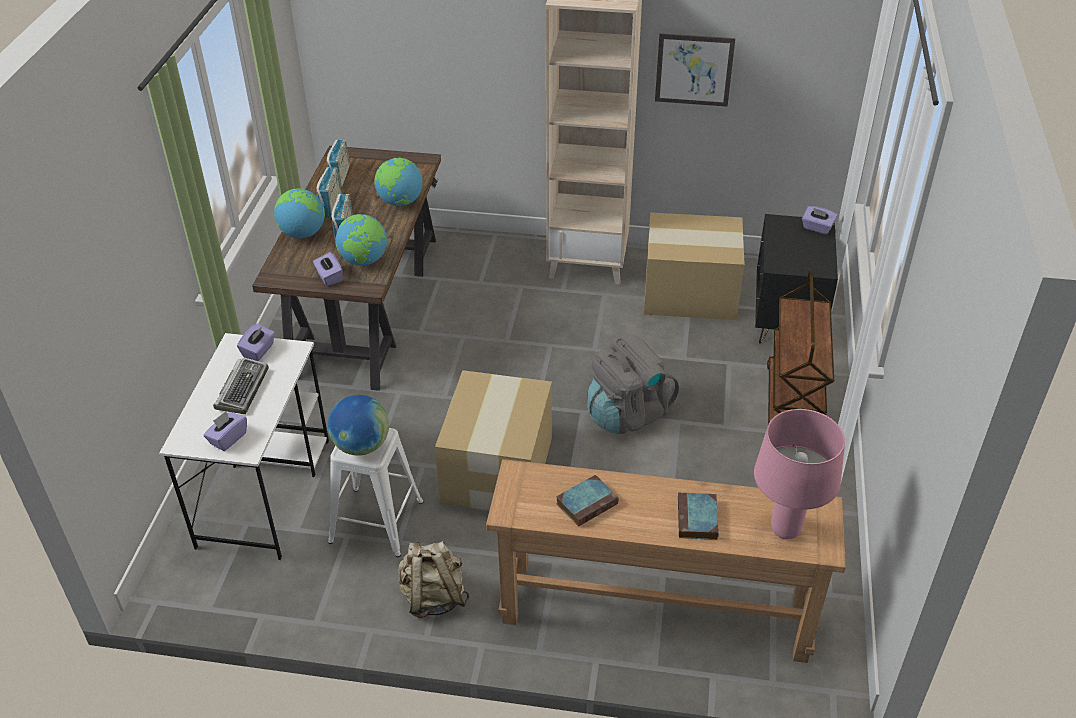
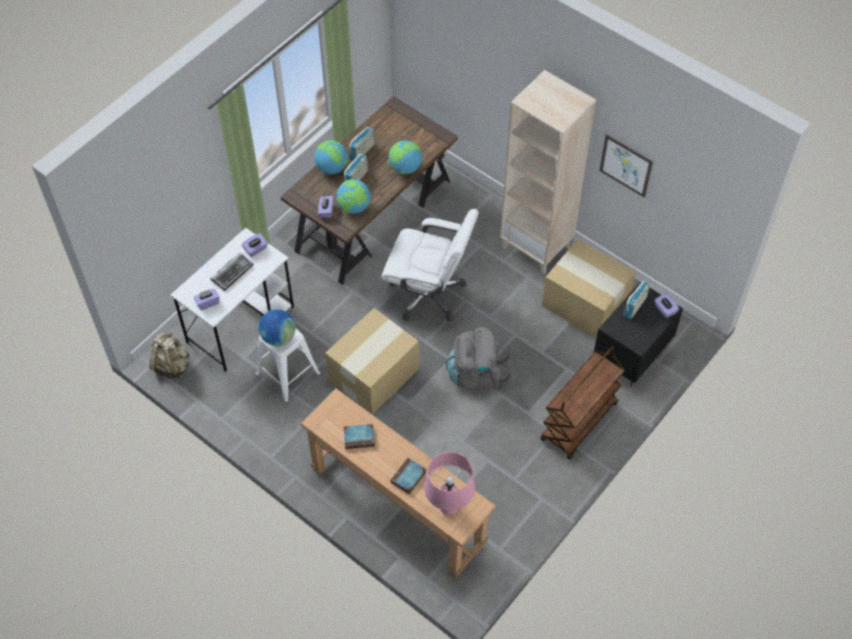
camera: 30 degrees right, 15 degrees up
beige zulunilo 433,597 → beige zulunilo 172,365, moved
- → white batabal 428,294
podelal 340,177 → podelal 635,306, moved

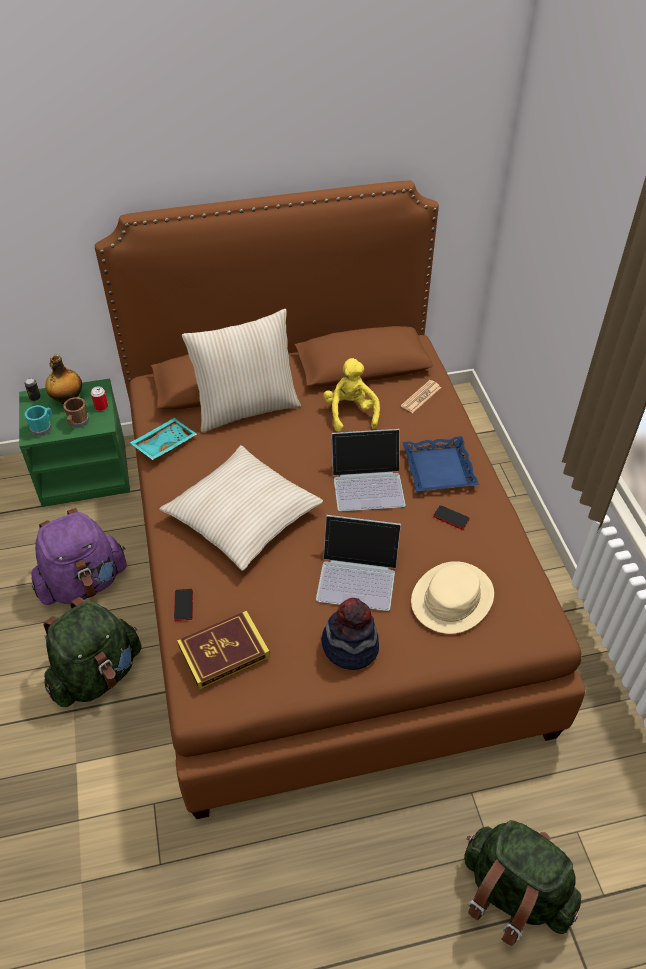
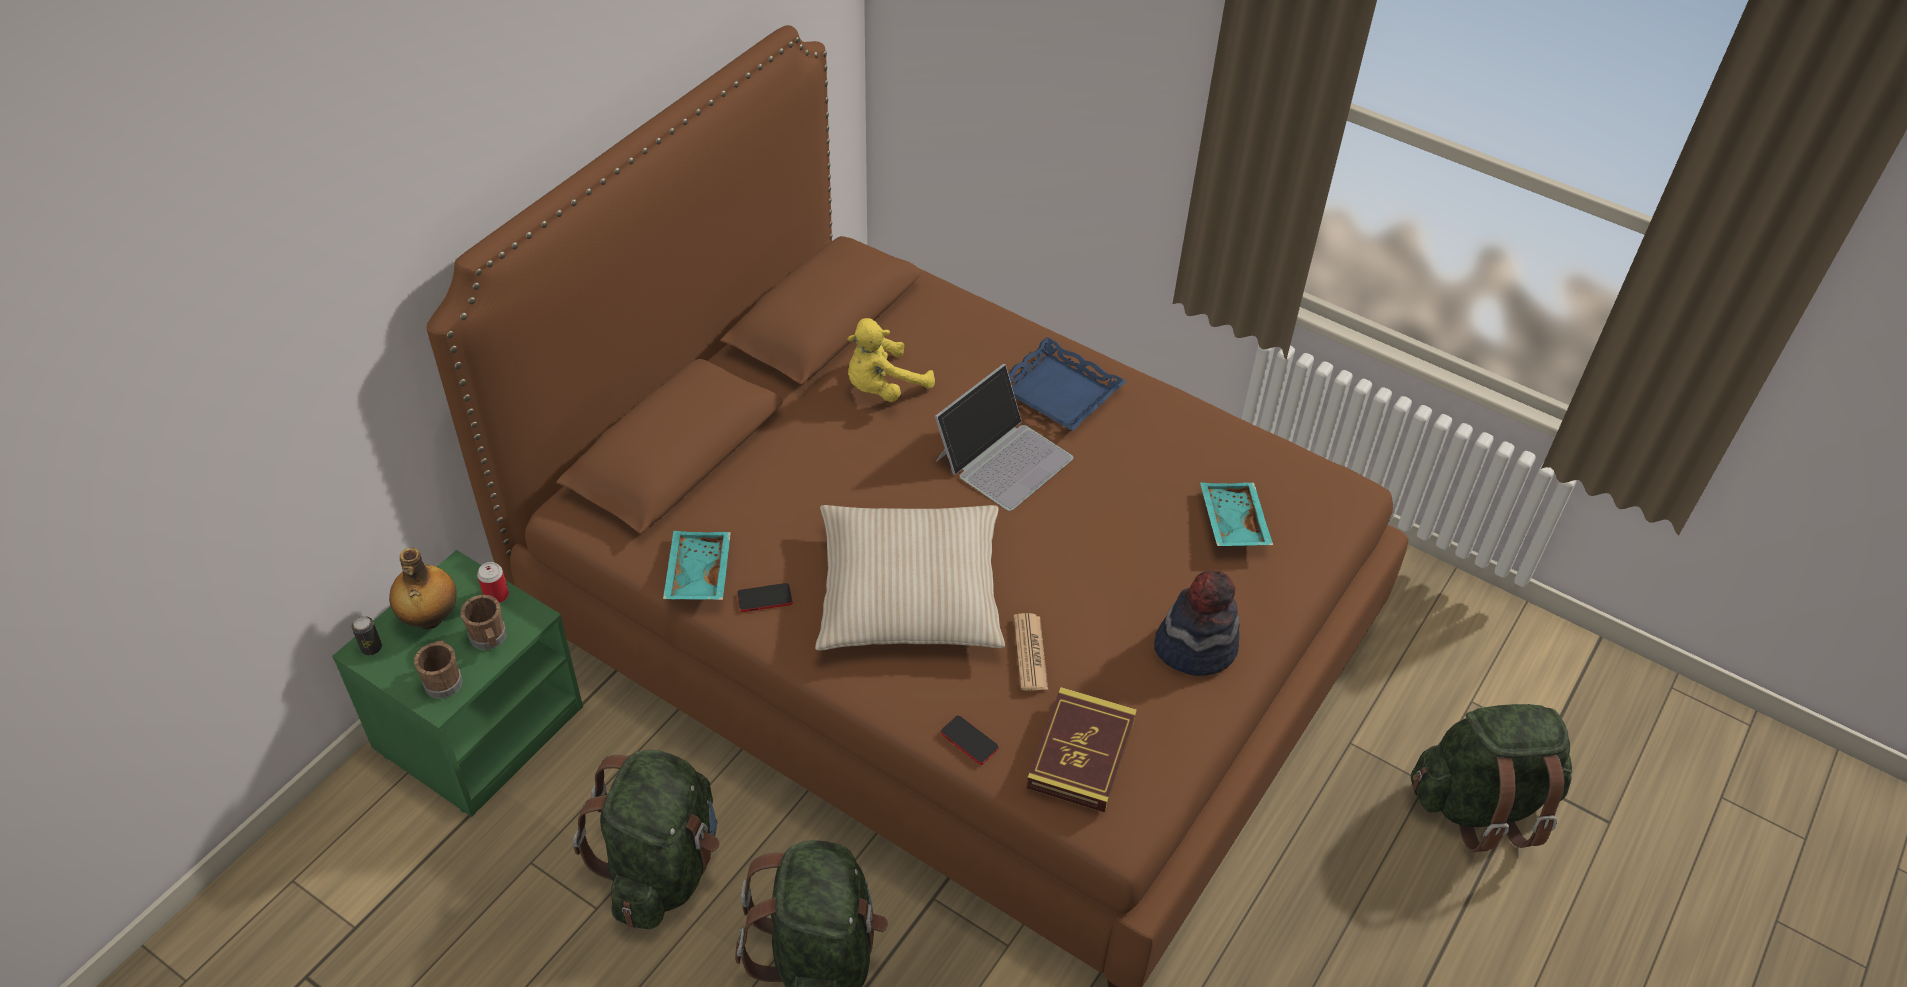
camera: 45 degrees left, 0 degrees up
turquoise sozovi 43,428 → brown sozovi 444,679
purple zulunilo 84,583 → green zulunilo 662,866
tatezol 451,518 → tatezol 764,598, moved
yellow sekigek 351,412 → yellow sekigek 883,387, 75 degrees counterclockwise
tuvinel 421,397 → tuvinel 1030,653, moved
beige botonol 452,598 → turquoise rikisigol 1231,523
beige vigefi 246,408 → -
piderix 358,575 → -

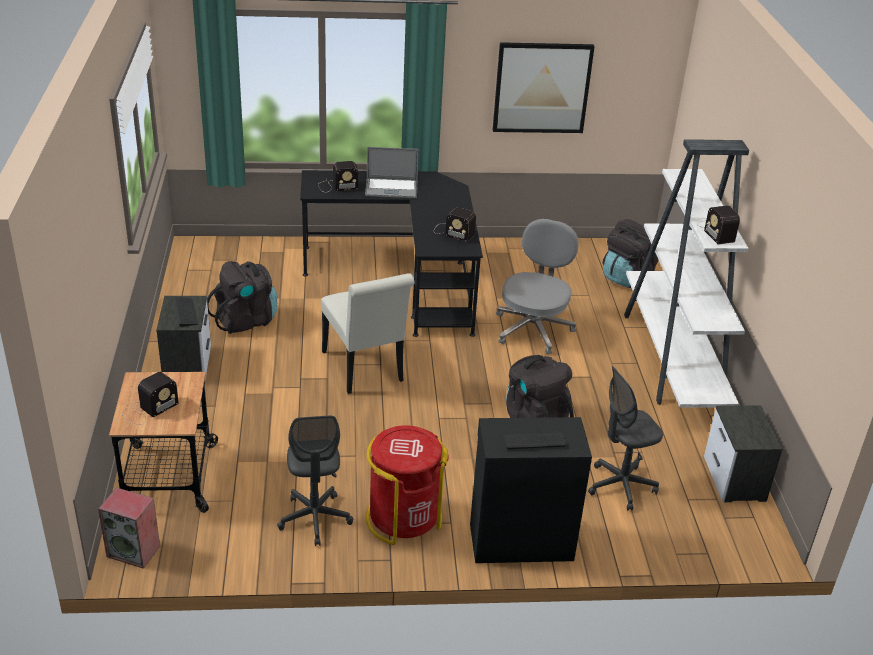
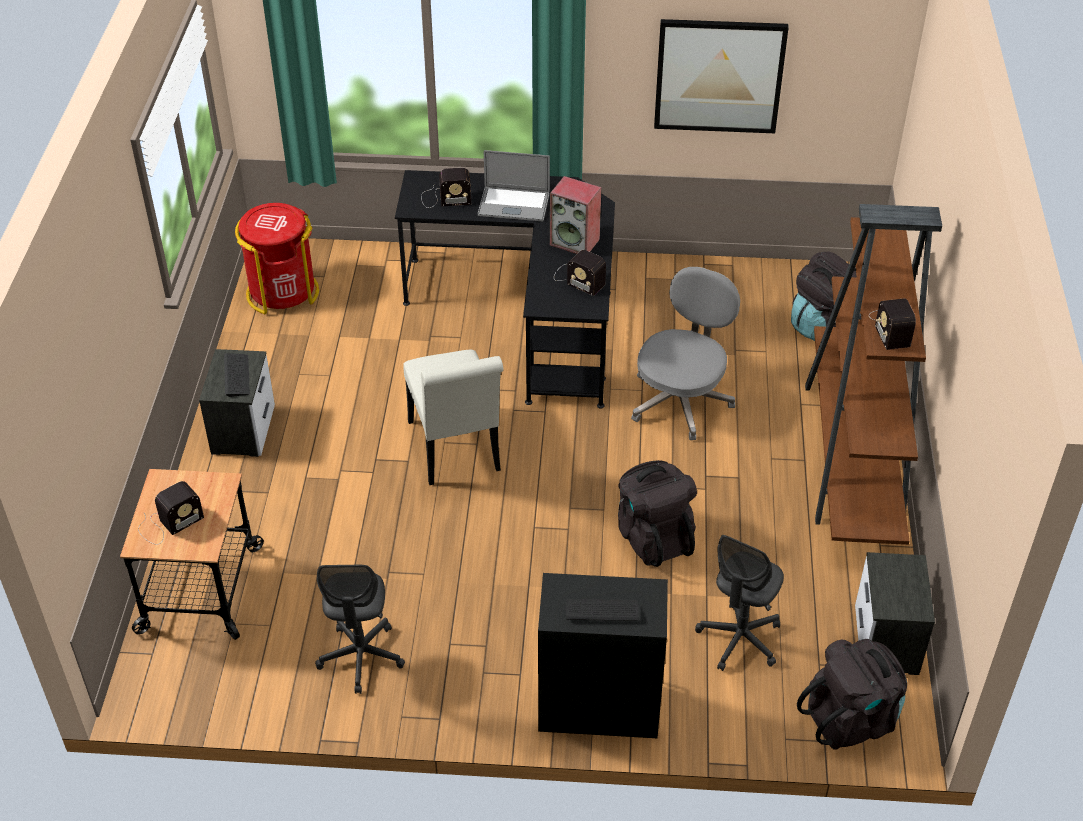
camera: 10 degrees right, 10 degrees up
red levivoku 403,518 → red levivoku 282,292, moved
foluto 134,551 → foluto 575,242, moved
grey batabal 621,486 → grey batabal 739,639, 45 degrees counterclockwise
black zulunilo 246,320 → black zulunilo 851,719, moved
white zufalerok 673,359 → brown zufalerok 853,456

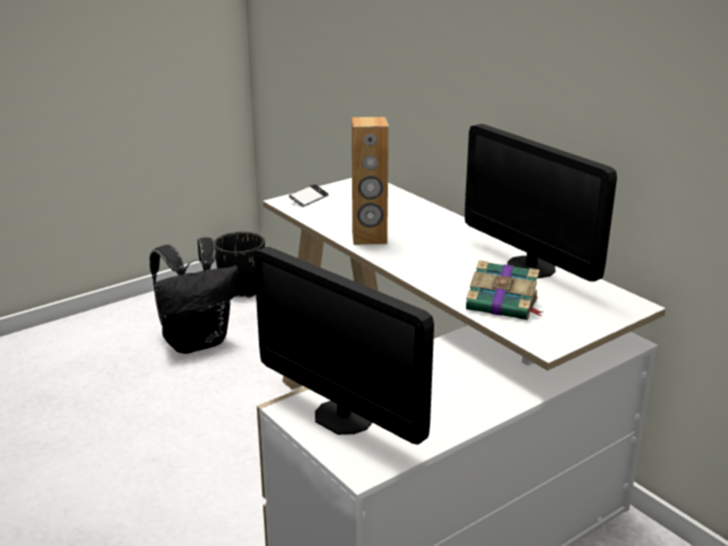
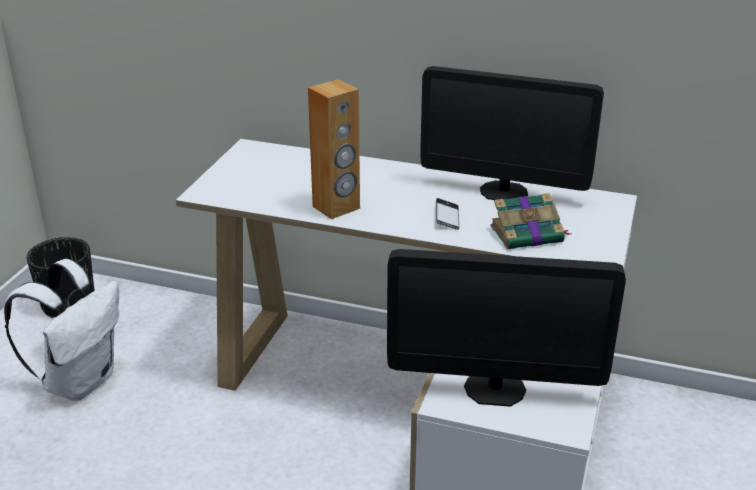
camera: 35 degrees left, 5 degrees up
black zulunilo 197,341 → white zulunilo 80,381
tatezol 308,199 → tatezol 447,218, moved

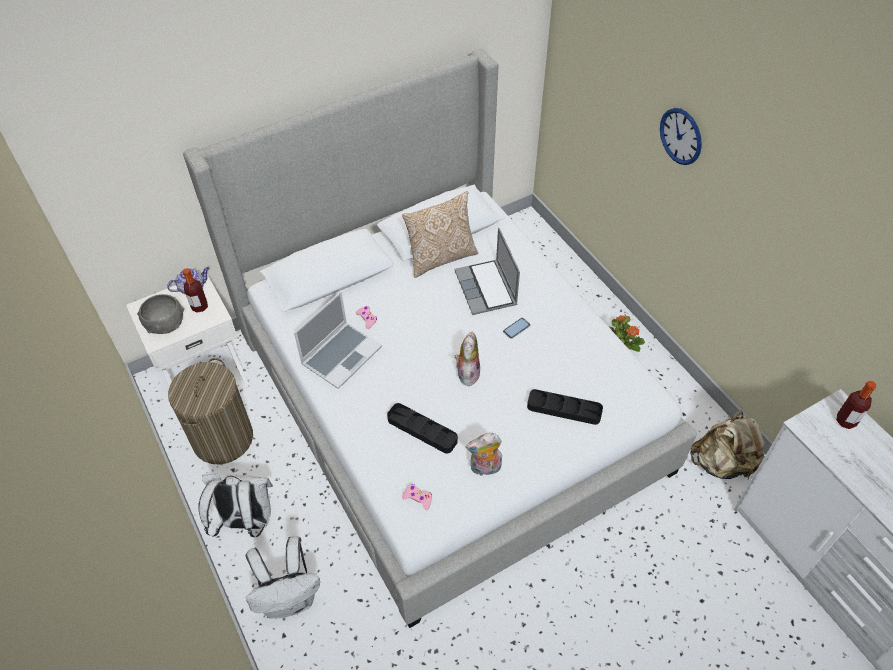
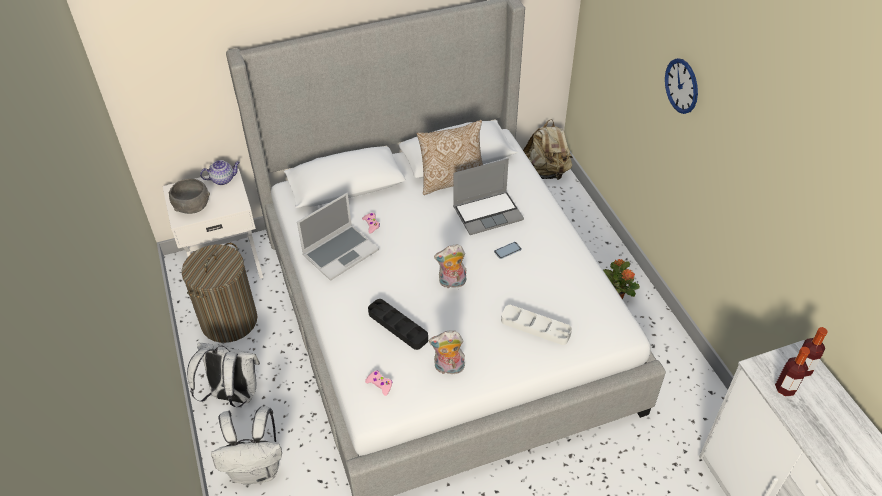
camera: 10 degrees right, 5 degrees down
sekigek 467,373 → sekigek 452,283, 120 degrees counterclockwise
piderix 487,289 → piderix 488,213, 105 degrees counterclockwise
black rikisigol 564,409 → white rikisigol 535,327
beige zulunilo 722,463 → beige zulunilo 545,172, moved
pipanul 199,306 → pipanul 785,388, moved

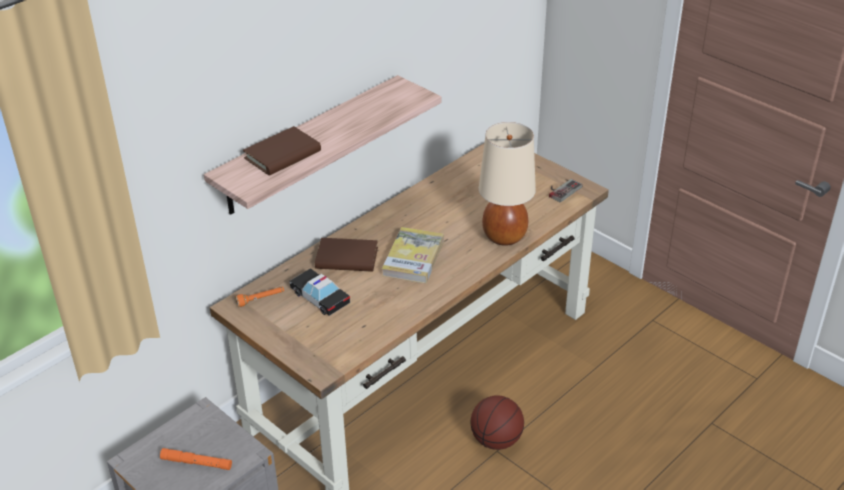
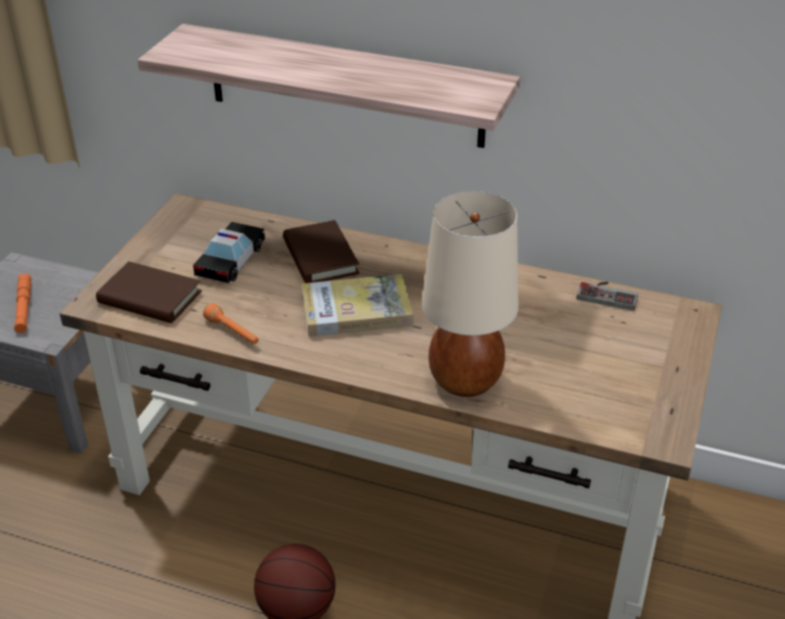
camera: 65 degrees right, 0 degrees up
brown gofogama 282,155 → brown gofogama 149,297, moved
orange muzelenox 260,299 → orange muzelenox 233,332, moved
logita 562,190 → logita 608,294, moved

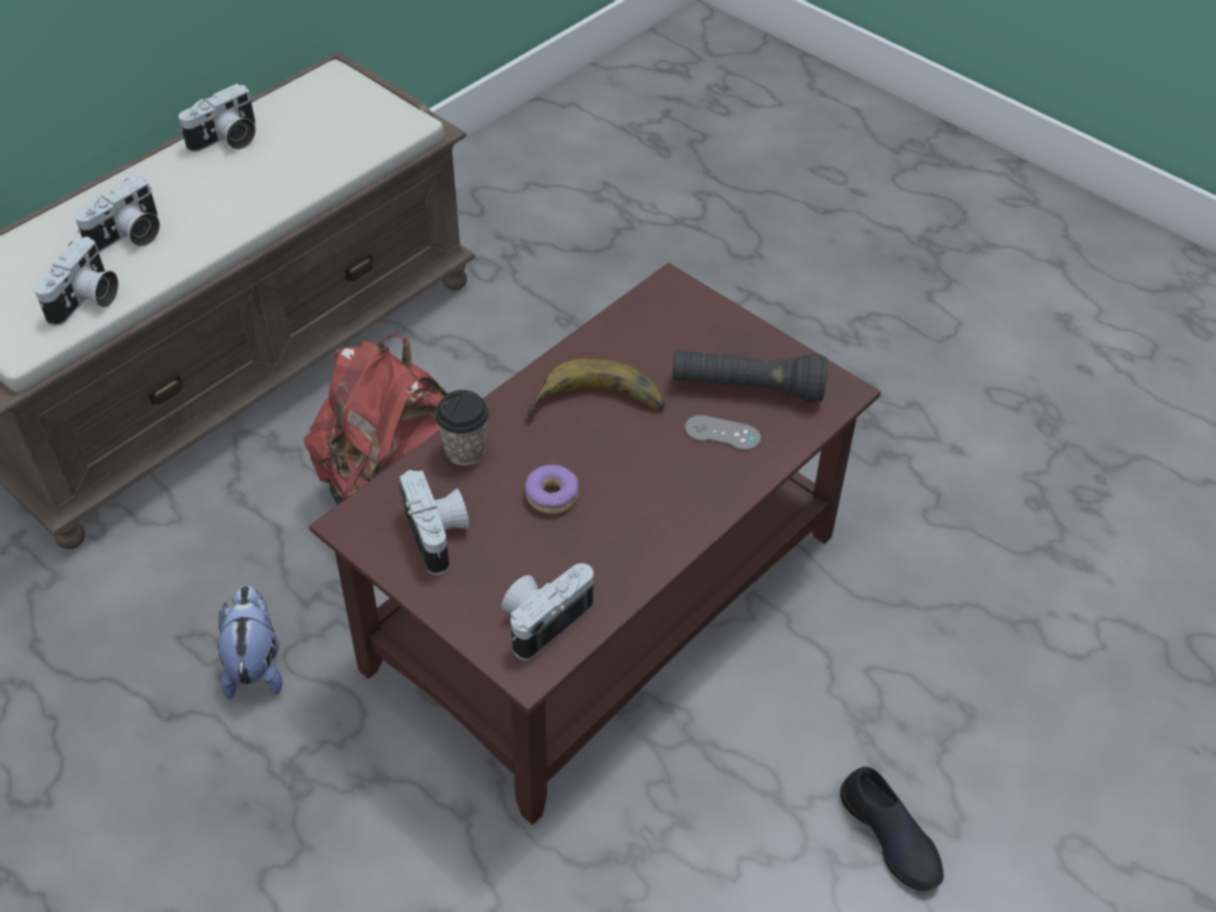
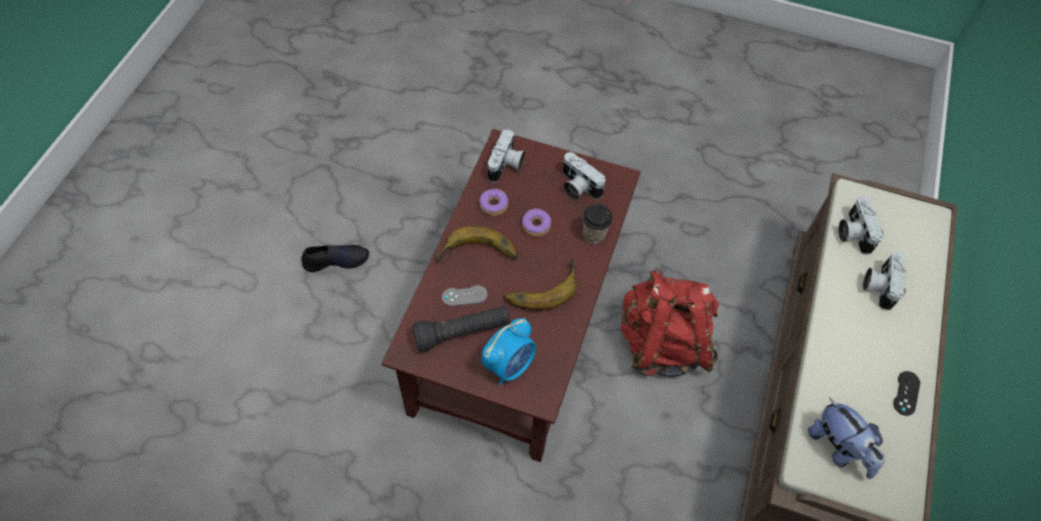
camera: 155 degrees right, 10 degrees up
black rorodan 891,835 → black rorodan 336,260, 135 degrees clockwise
- → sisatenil 478,256
- → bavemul 493,205
- → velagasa 509,365
sekigek 256,664 → sekigek 839,448, moved
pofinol 227,140 → black logita 906,393

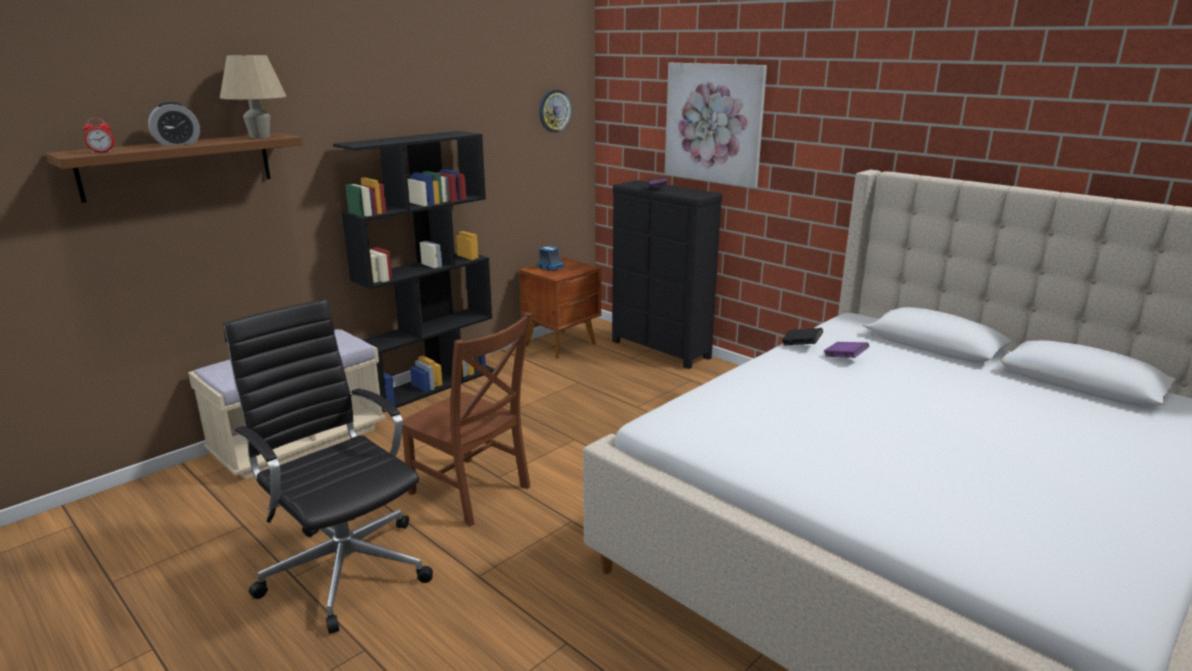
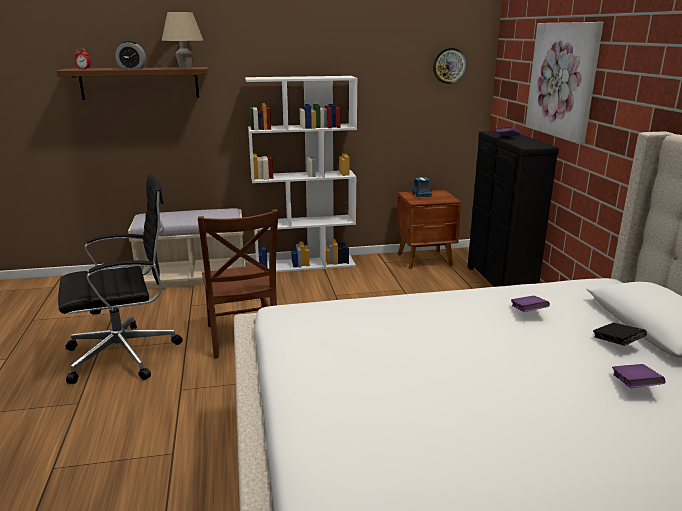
camera: 35 degrees right, 0 degrees up
black batabal 345,567 → black batabal 126,354, 75 degrees clockwise
black zufalerok 433,384 → white zufalerok 306,264
black gofogama 801,345 → black gofogama 617,343, moved
- → purple gofogama 634,386

